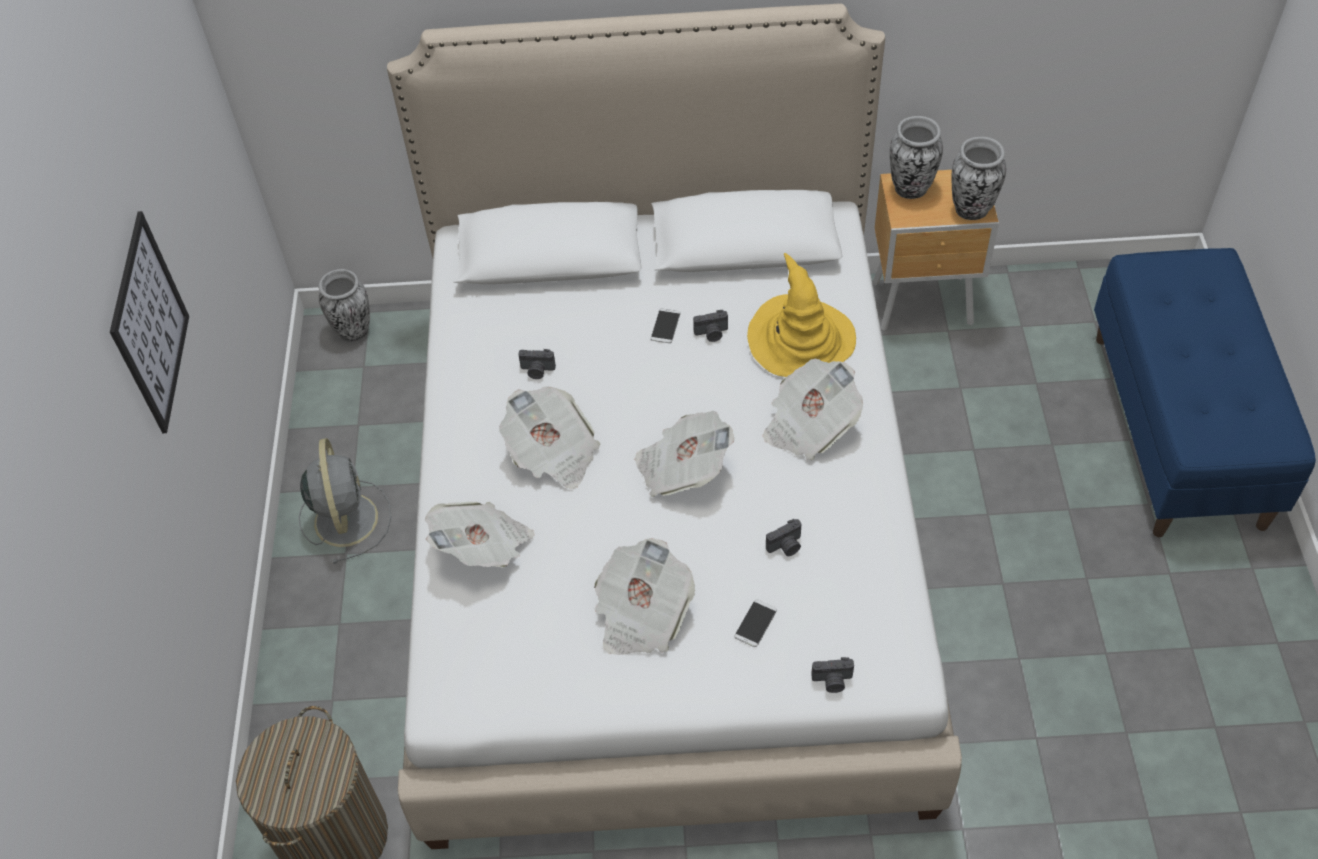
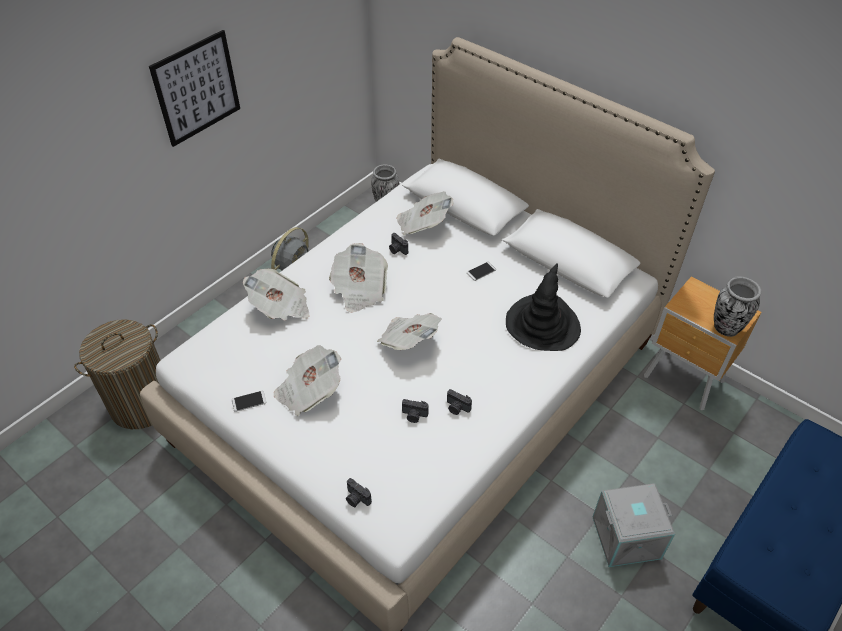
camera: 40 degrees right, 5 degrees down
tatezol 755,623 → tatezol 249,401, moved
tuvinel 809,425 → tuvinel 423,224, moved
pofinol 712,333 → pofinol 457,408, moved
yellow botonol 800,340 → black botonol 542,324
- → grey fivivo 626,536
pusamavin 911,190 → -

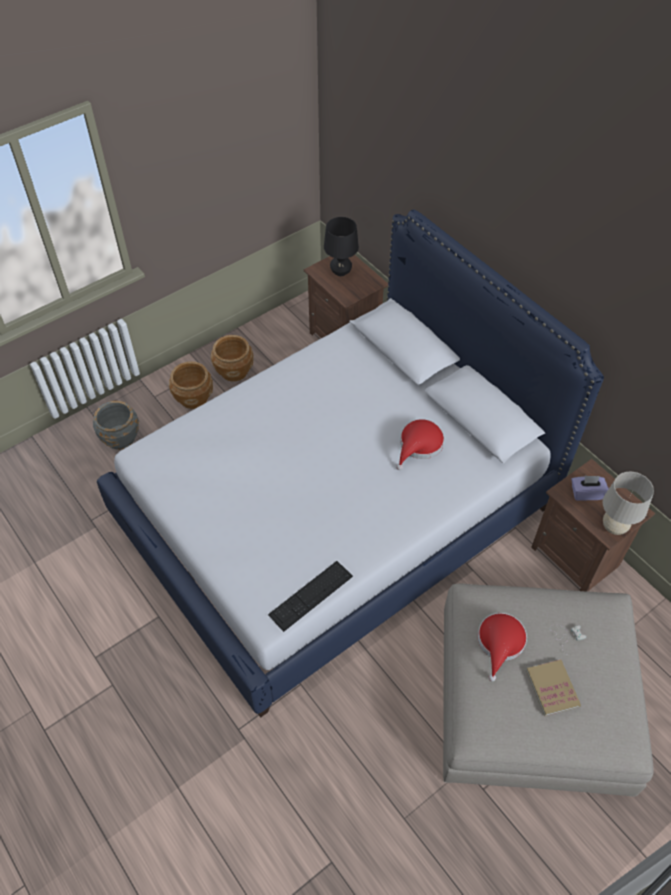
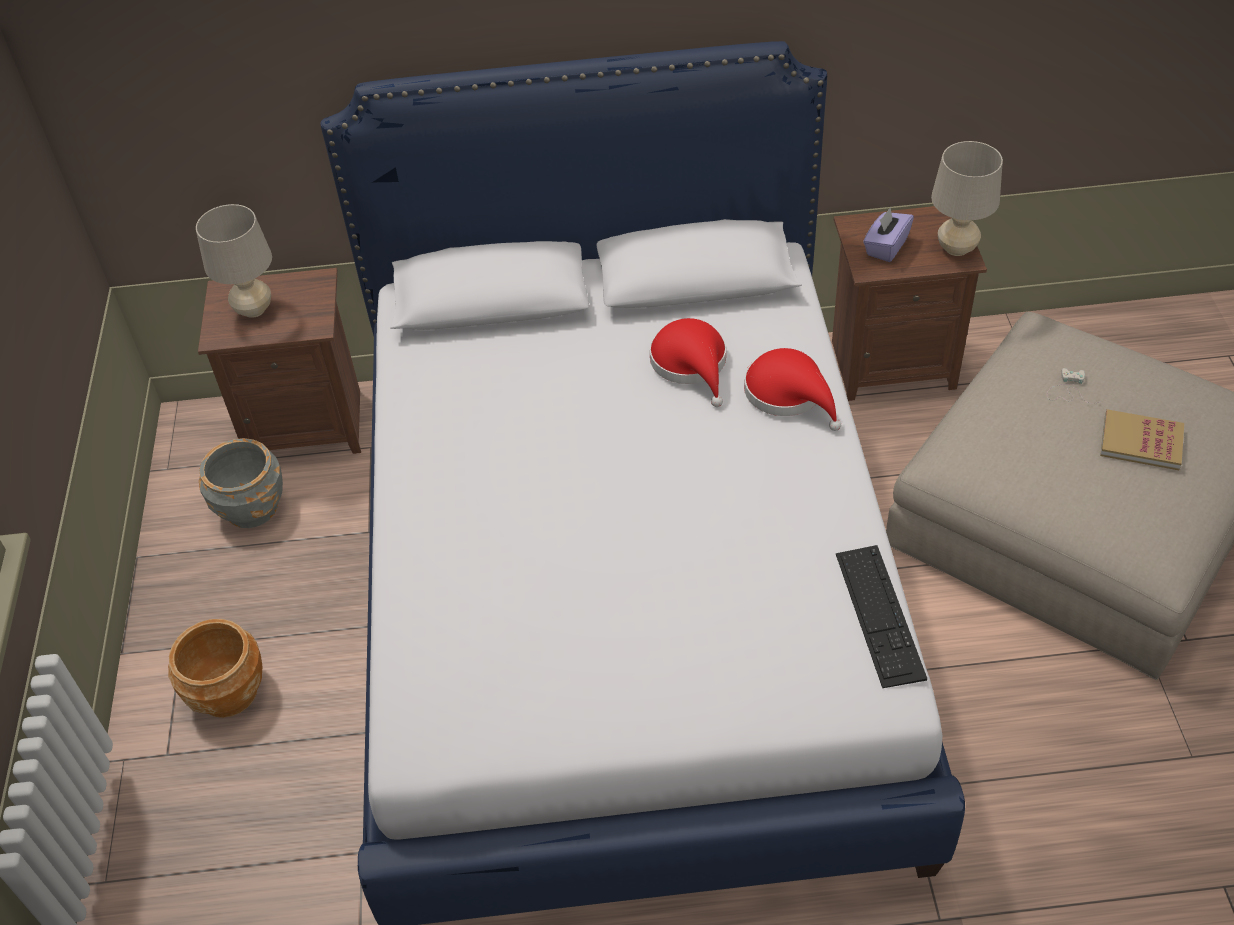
camera: 55 degrees left, 5 degrees down
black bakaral 341,272 → beige bakaral 254,309
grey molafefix 120,438 → grey molafefix 252,507, moved
red botonol 500,643 → red botonol 789,394, moved
brown molafefix 234,371 → -

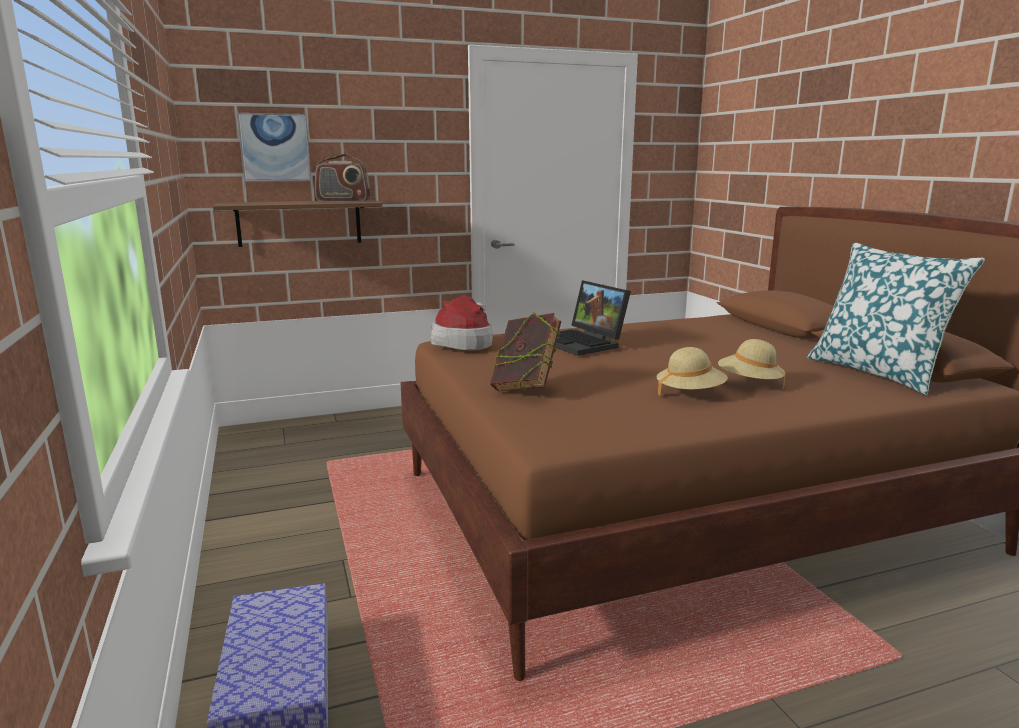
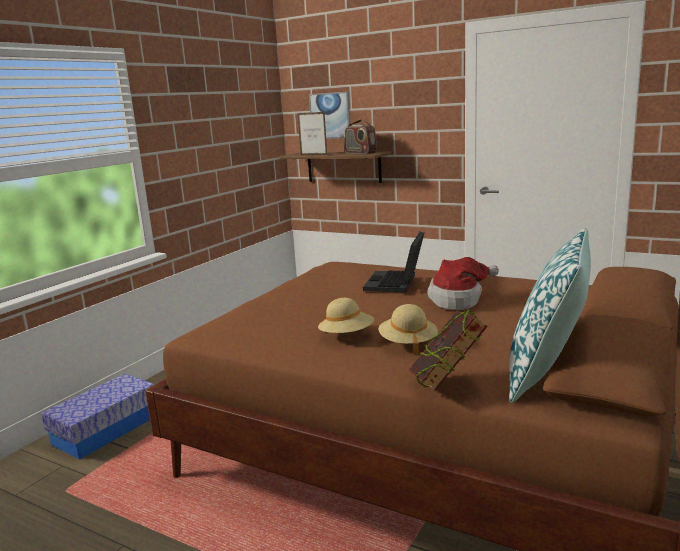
camera: 50 degrees right, 0 degrees up
- → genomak 313,155
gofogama 525,388 → gofogama 446,385, moved
botonol 464,342 → botonol 459,299, moved

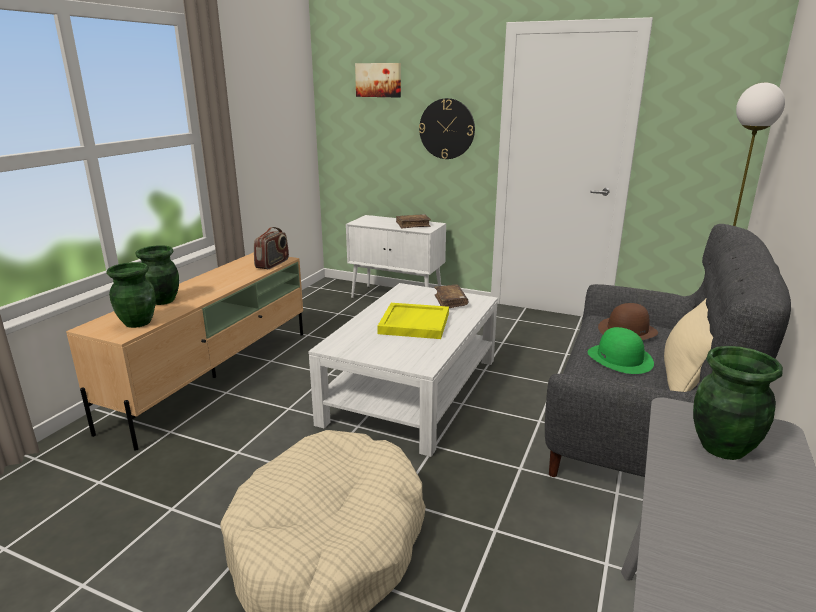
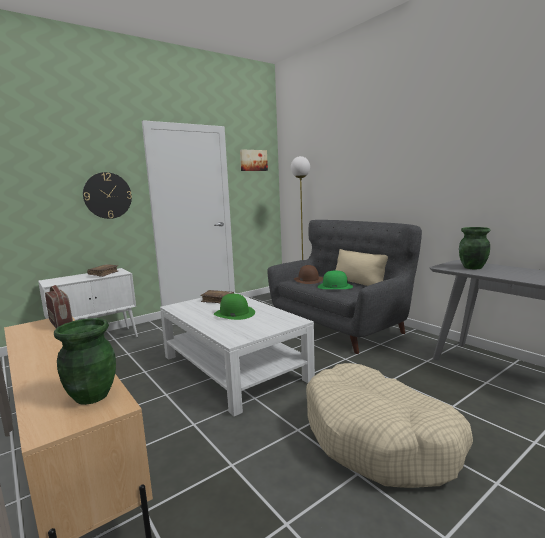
camera: 60 degrees left, 10 degrees down
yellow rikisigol 414,323 → green botonol 234,313
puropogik 378,80 → puropogik 253,160, moved
green pusamavin 163,301 → -

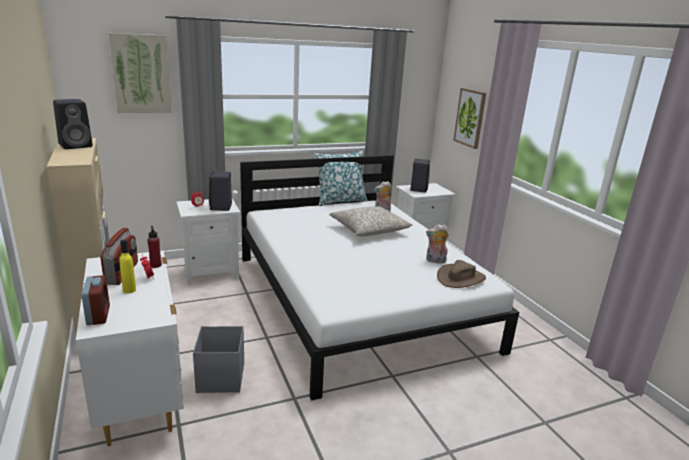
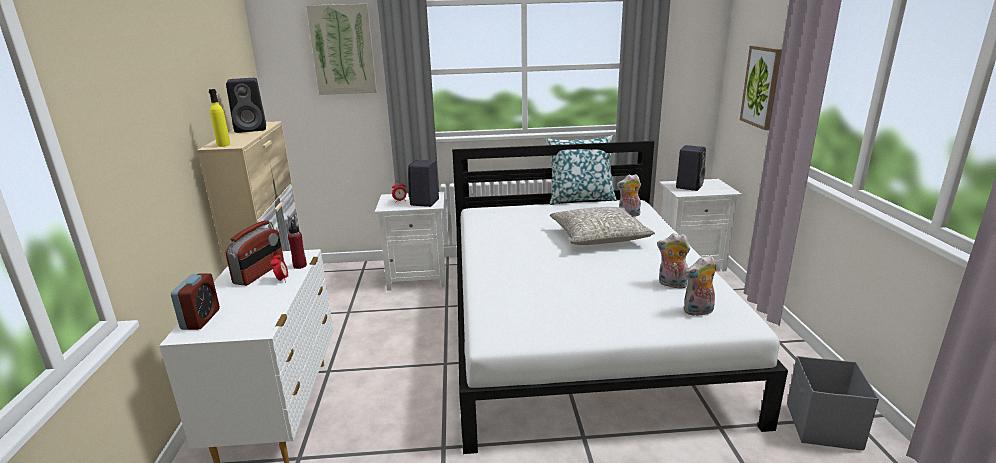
camera: 20 degrees right, 0 degrees up
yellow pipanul 129,290 → yellow pipanul 224,145, moved
brown botonol 460,278 → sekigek 698,311
grey fivivo 220,378 → grey fivivo 822,427, moved

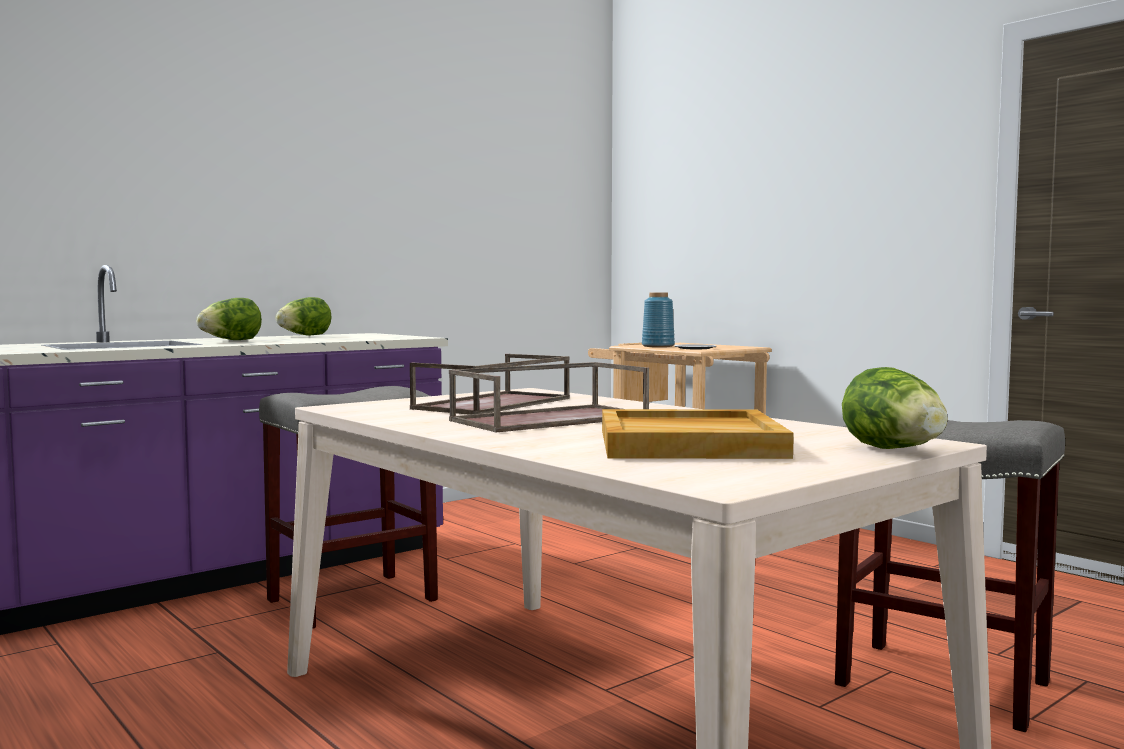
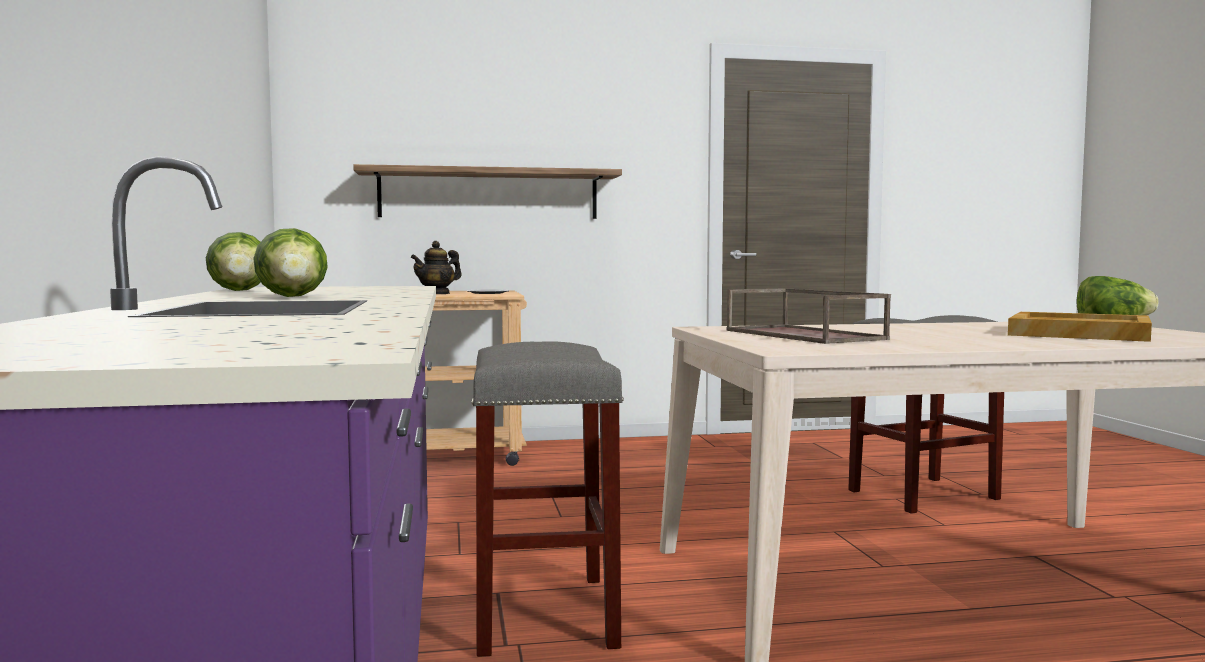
camera: 60 degrees left, 0 degrees up
- → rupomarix 489,194
blue pusamavin 658,346 → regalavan 437,293
brown rikisigol 551,418 → -

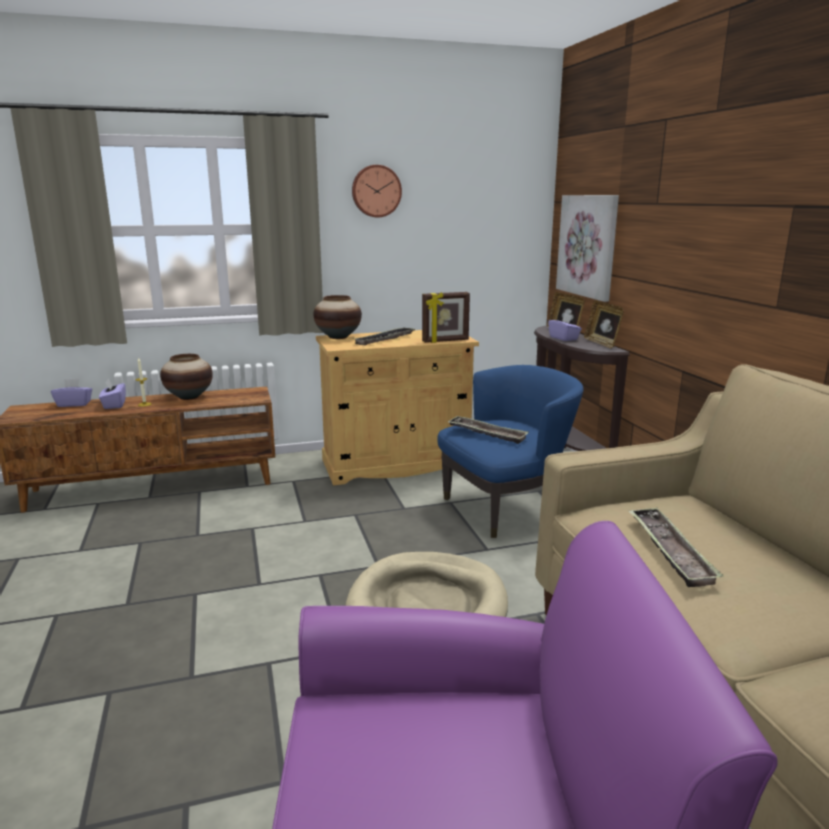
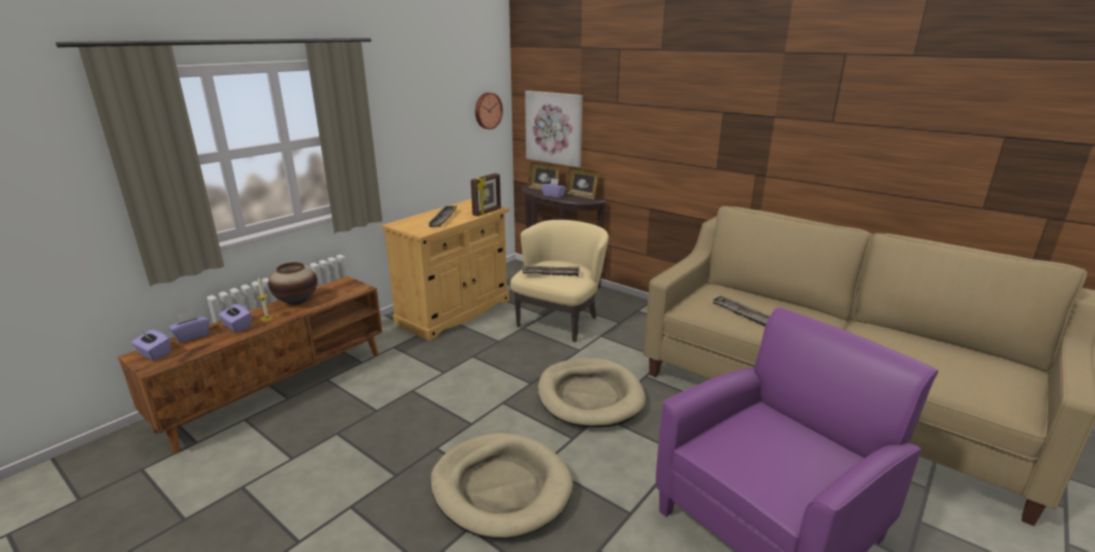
camera: 35 degrees left, 5 degrees up
- → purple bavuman 154,354
- → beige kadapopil 501,488
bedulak 376,191 → bedulak 487,110, moved
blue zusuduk 505,508 → beige zusuduk 560,321
pusamavin 338,337 → -

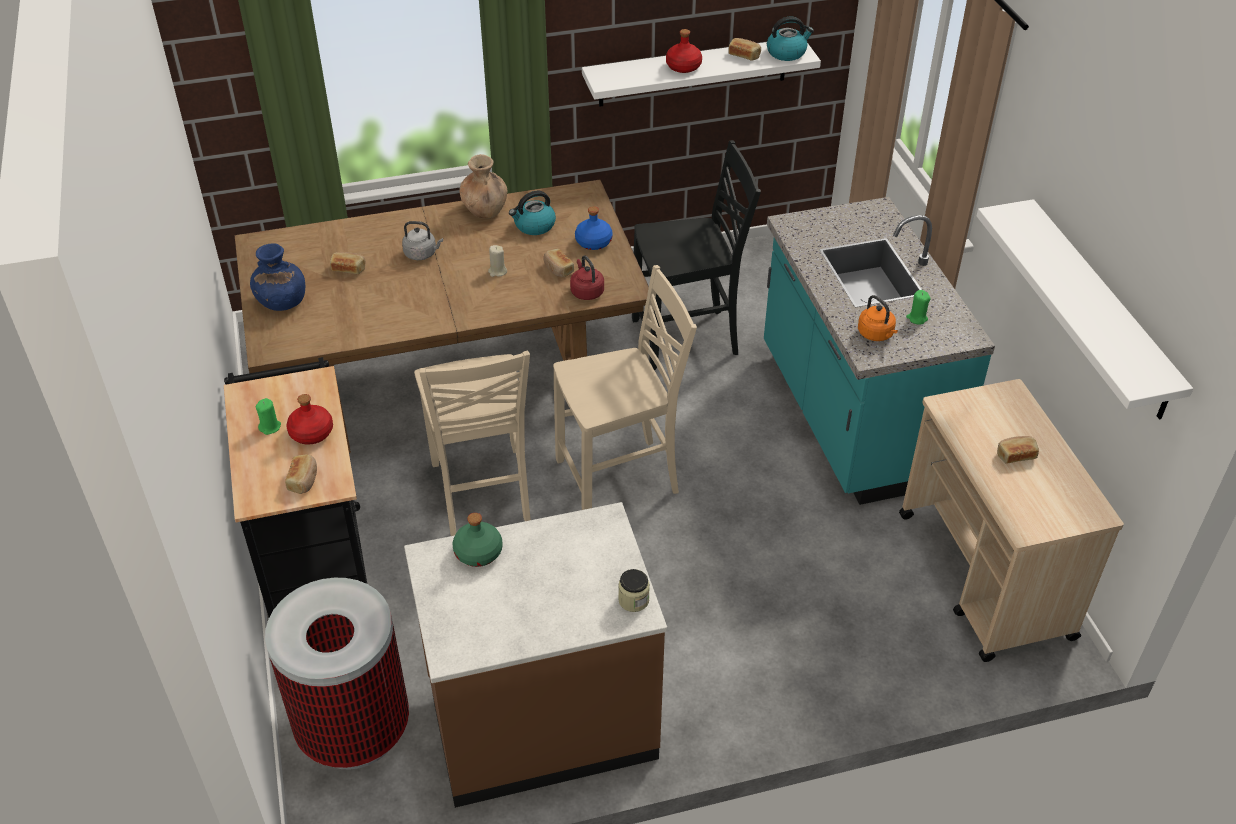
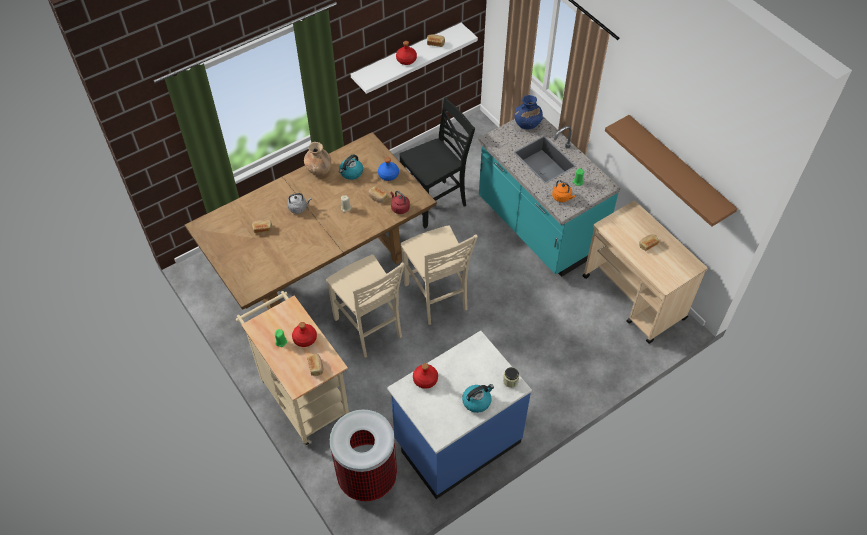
camera: 20 degrees left, 10 degrees up
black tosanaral 317,564 → beige tosanaral 302,395
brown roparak 541,720 → blue roparak 456,441
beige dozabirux 620,478 → beige dozabirux 437,297, 105 degrees clockwise
green pipanul 478,553 → red pipanul 425,379
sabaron 787,52 → sabaron 477,401, moved
blue pusamavin 281,302 → blue pusamavin 527,124, moved
white rupomarix 1099,309 → brown rupomarix 678,169

